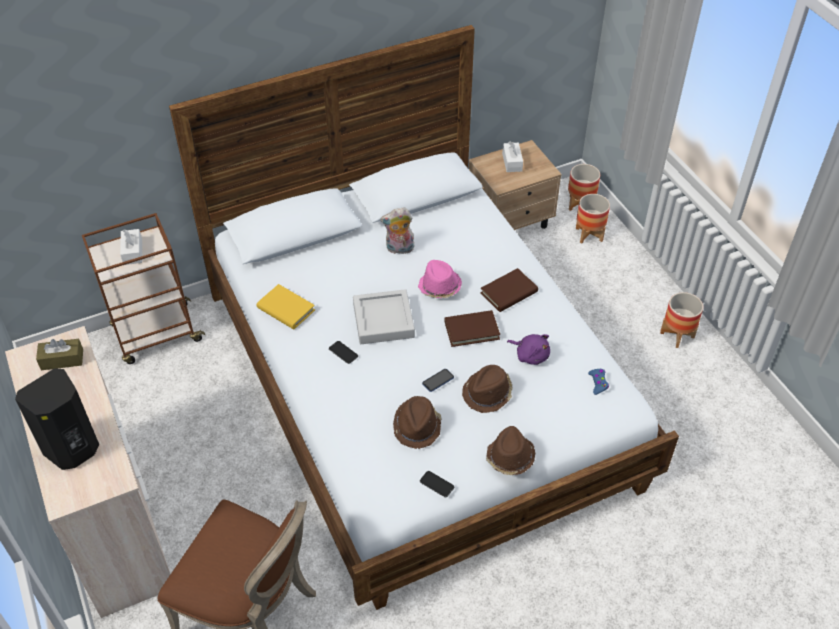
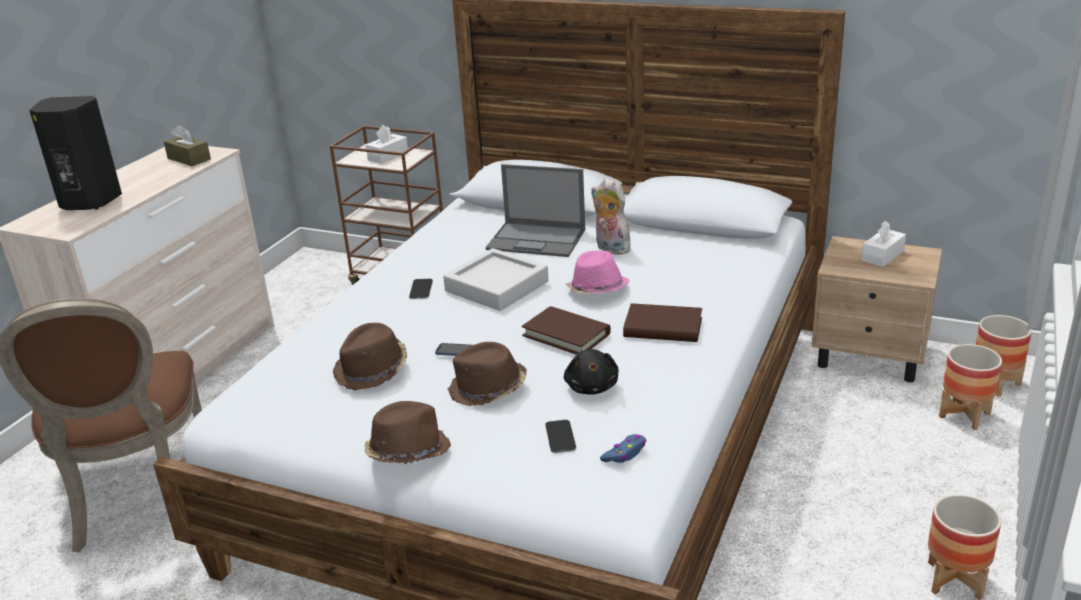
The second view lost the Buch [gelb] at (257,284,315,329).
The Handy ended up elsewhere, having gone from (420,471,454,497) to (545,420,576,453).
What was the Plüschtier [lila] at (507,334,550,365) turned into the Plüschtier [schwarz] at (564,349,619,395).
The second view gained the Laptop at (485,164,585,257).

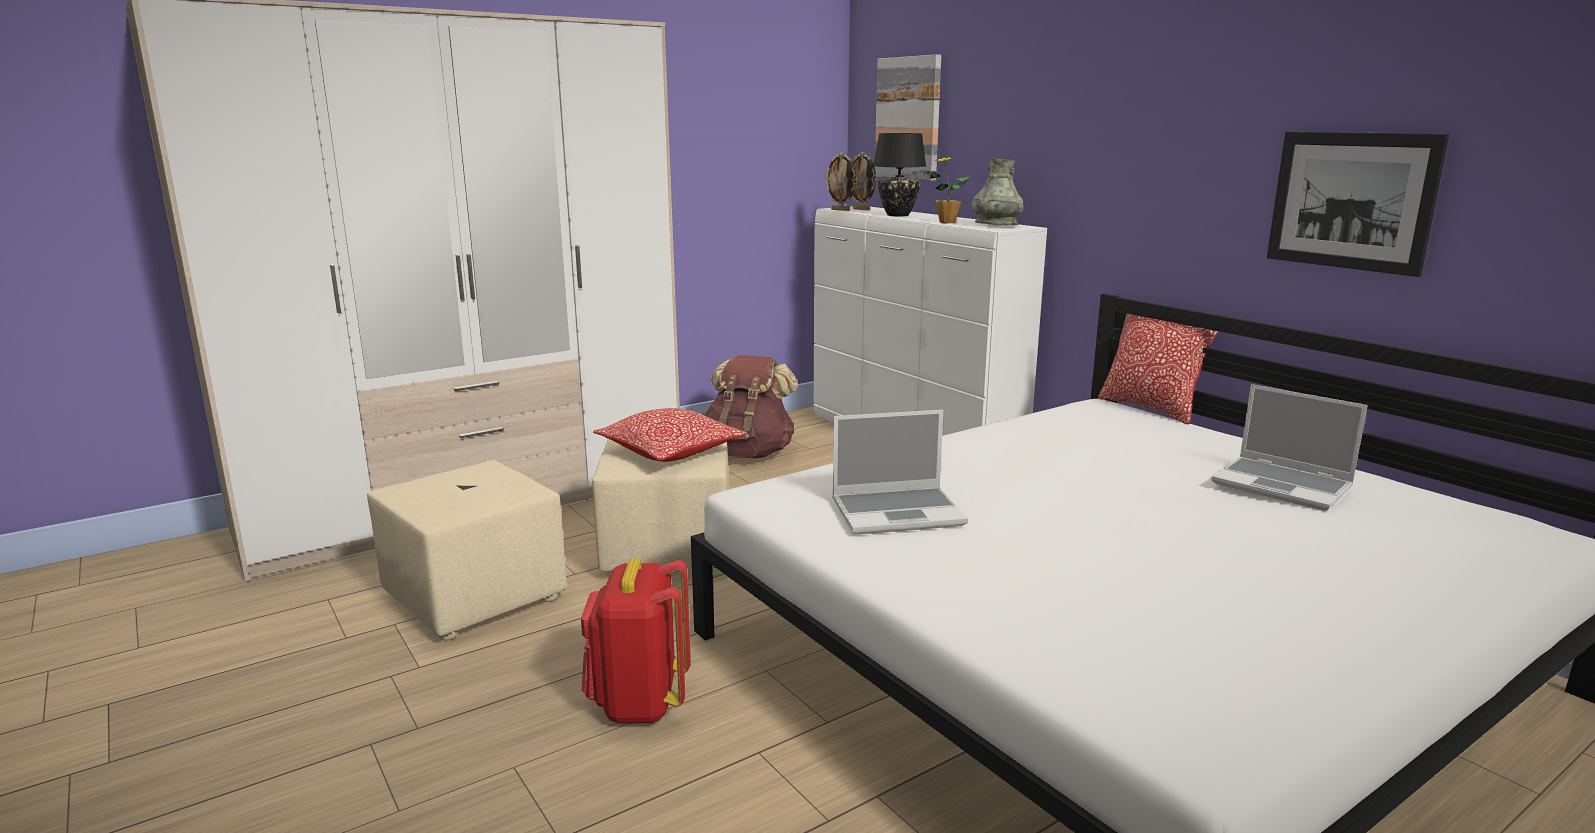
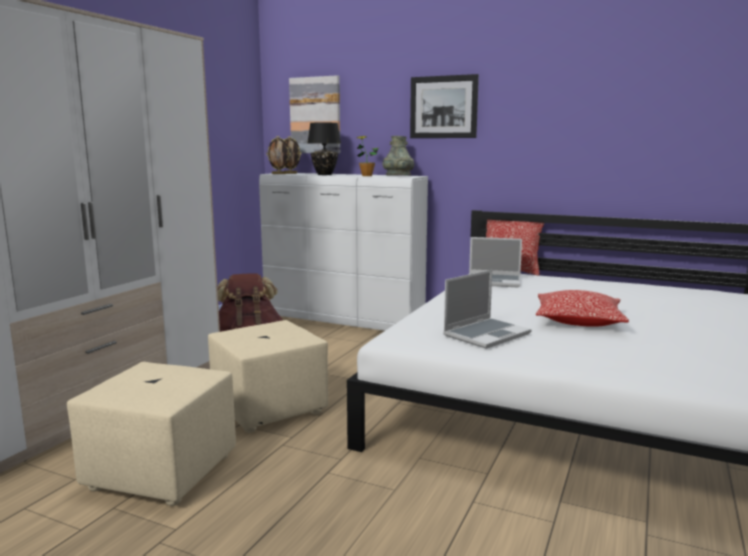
The second view lost the Rucksack [rot] at (581,558,691,724).
The Kissen ended up elsewhere, having gone from (593,408,747,462) to (536,290,629,327).
The Laptop ended up elsewhere, having gone from (1211,384,1368,511) to (469,237,522,287).
The Bild ended up elsewhere, having gone from (1267,132,1449,277) to (410,74,479,138).

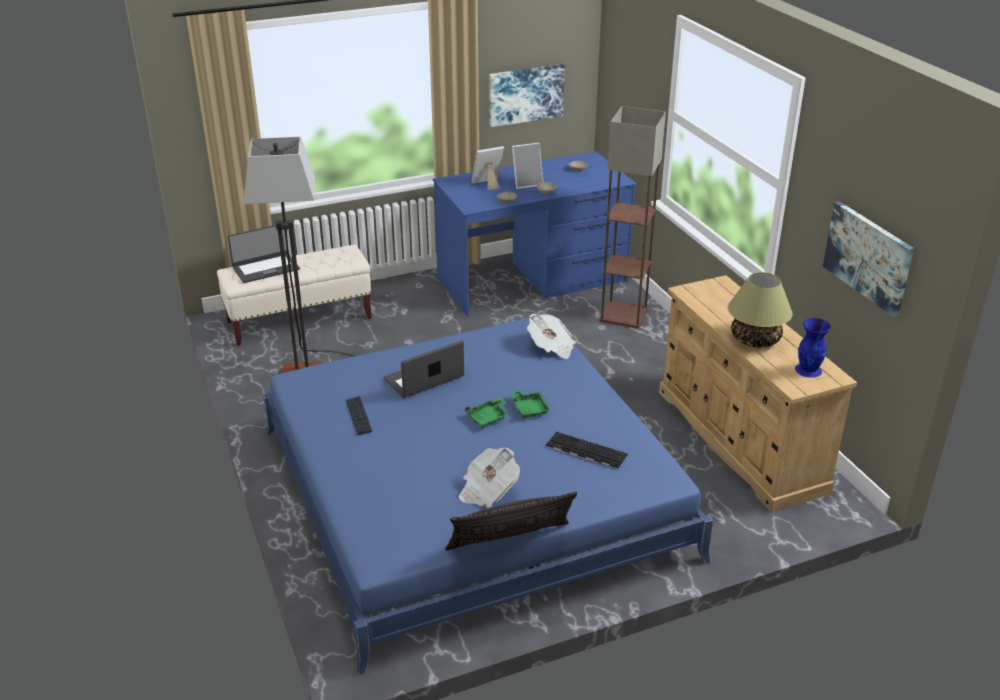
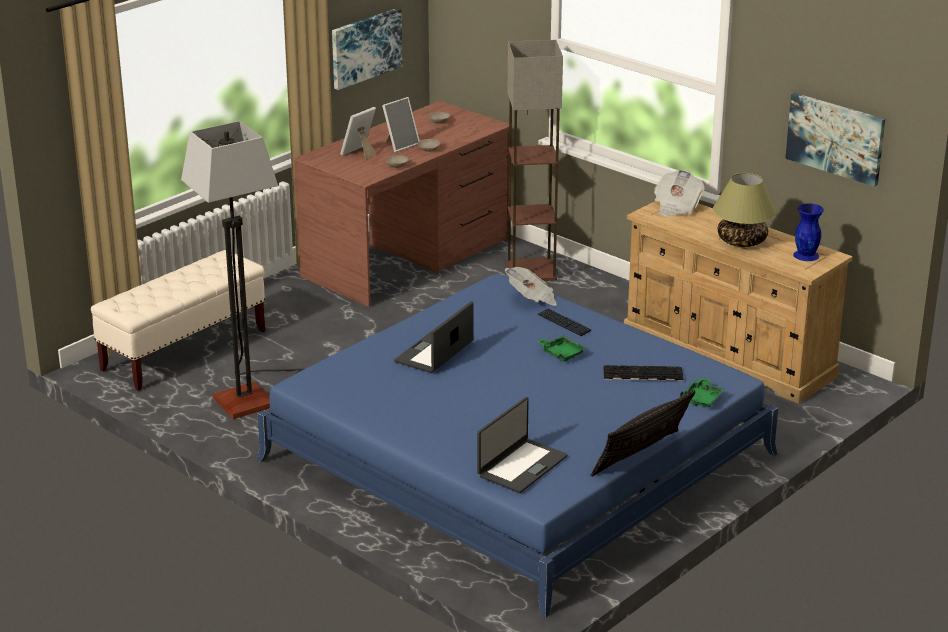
The Laptop ended up elsewhere, having gone from (228,225,300,283) to (477,397,568,493).
The Tastatur ended up elsewhere, having gone from (346,396,372,435) to (538,308,591,336).
What was the Schreibtisch [blau] at (433,151,637,316) turned into the Schreibtisch [braun] at (293,101,509,307).
The Zeitung ended up elsewhere, having gone from (459,448,520,508) to (654,169,705,216).
The Tablett [grün] ended up elsewhere, having gone from (465,398,509,428) to (680,377,725,407).

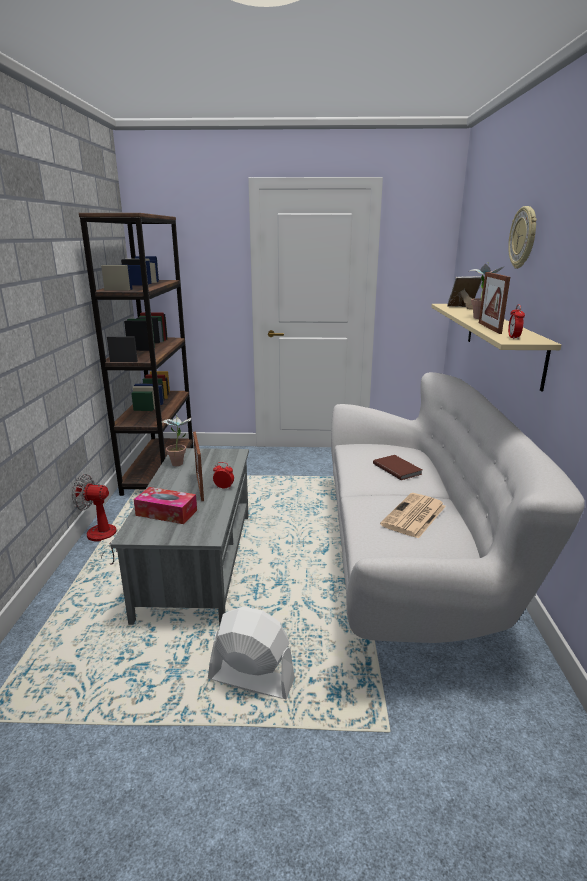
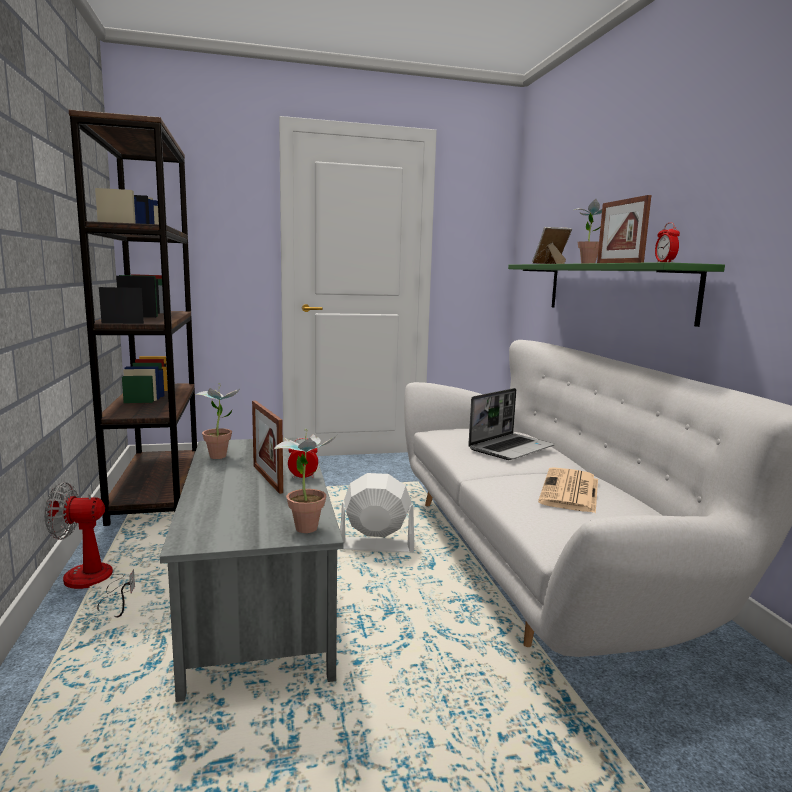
The second view lost the Taschentuchbox at (134,487,197,524).
The Ventilator [weiß] ended up elsewhere, having gone from (208,606,295,699) to (340,473,414,552).
Where the Buch [braun] stood at (373,455,422,480), the Laptop came to stand at (468,388,555,460).
What was the Wandregal [beige] at (431,304,561,392) turned into the Wandregal [grün] at (508,262,725,327).
The second view lost the Wanduhr at (508,206,537,269).
The second view gained the Topfpflanze at (273,429,337,533).

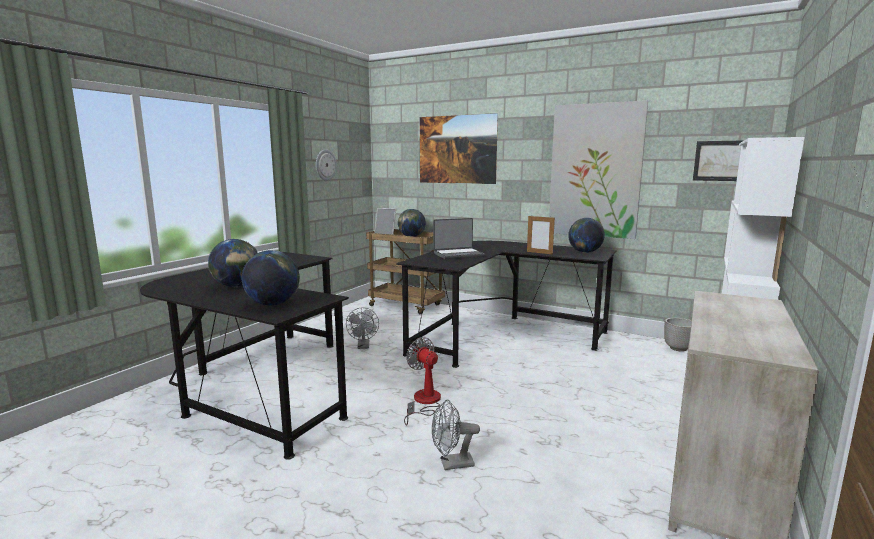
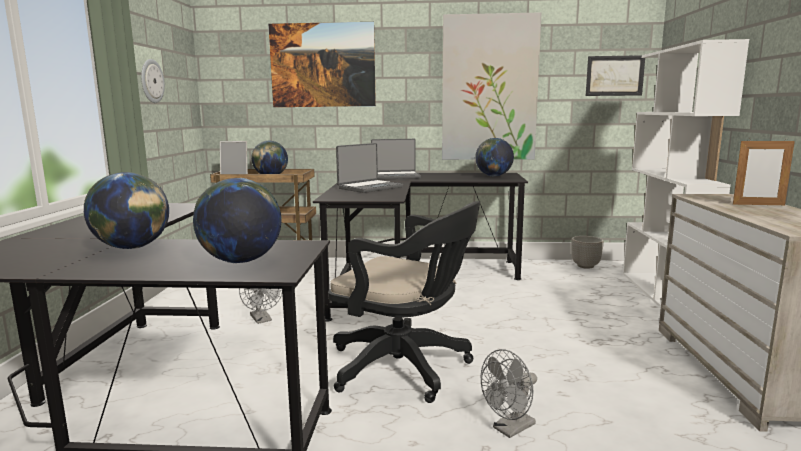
Where the Ventilator stood at (404,337,441,426), the Bürostuhl [schwarz] came to stand at (328,201,480,403).
The Bilderrahmen ended up elsewhere, having gone from (527,216,555,255) to (733,139,795,205).
The second view gained the Laptop at (371,139,421,180).

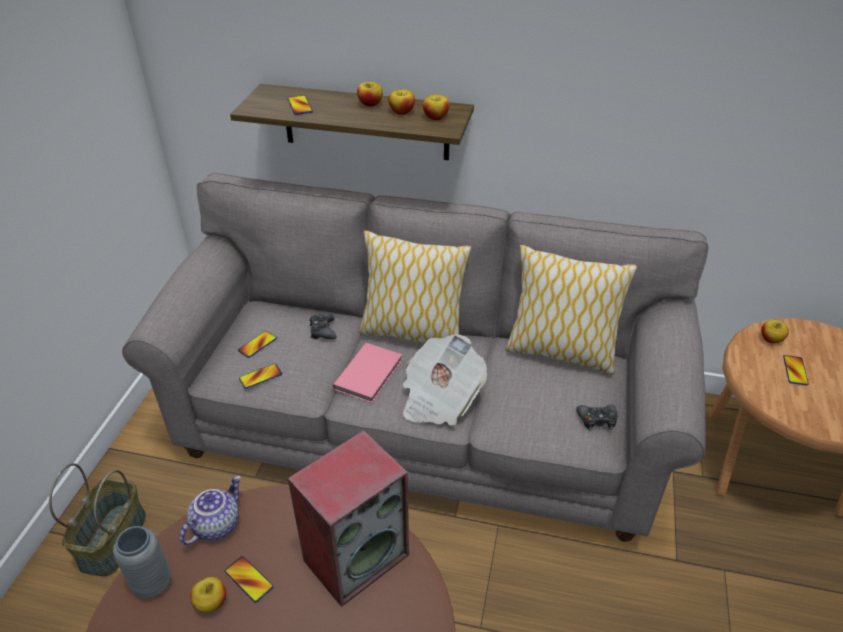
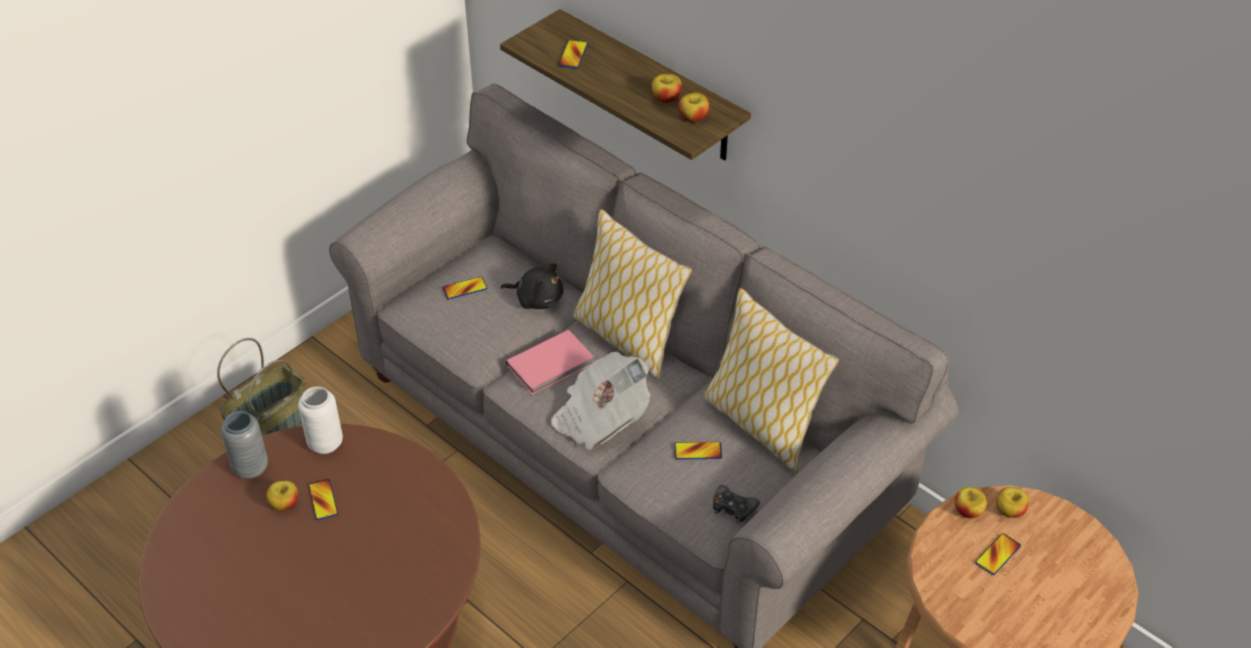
Where the Teekanne stood at (179,475,241,545), the Vase [weiß] came to stand at (298,386,343,454).
The Handy ended up elsewhere, having gone from (239,364,282,389) to (674,442,722,460).
The second view lost the Lautsprecher at (288,430,409,607).
Where the Gamepad [schwarz] stood at (310,313,336,340), the Plüschtier [schwarz] came to stand at (501,263,563,309).
The Apfel ended up elsewhere, having gone from (357,82,383,107) to (955,487,987,518).

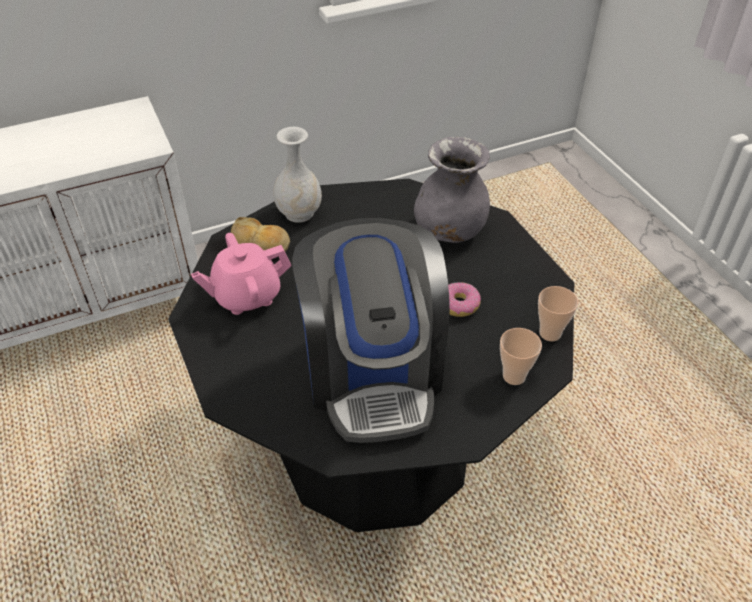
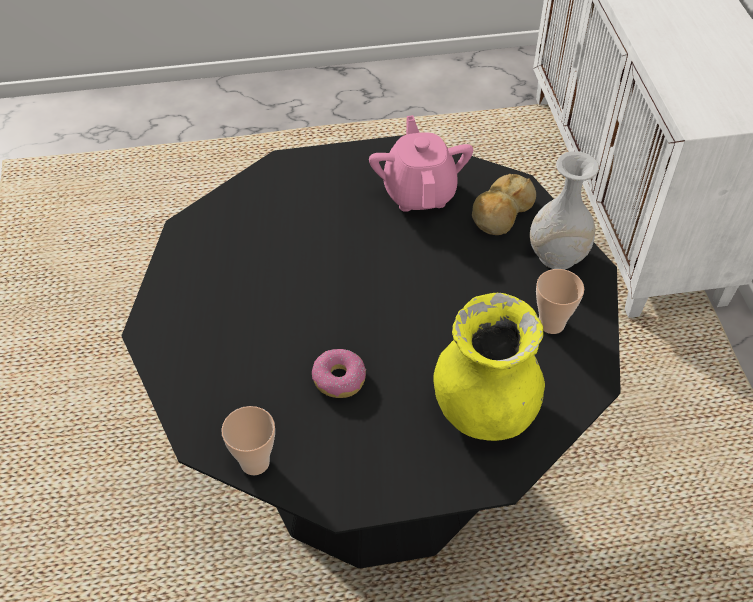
The second view lost the Kaffeemaschine at (292,218,450,443).
What was the Vase [grau] at (414,137,490,243) turned into the Vase [gelb] at (434,293,545,441).
The Tasse ended up elsewhere, having gone from (500,328,542,385) to (536,269,584,334).

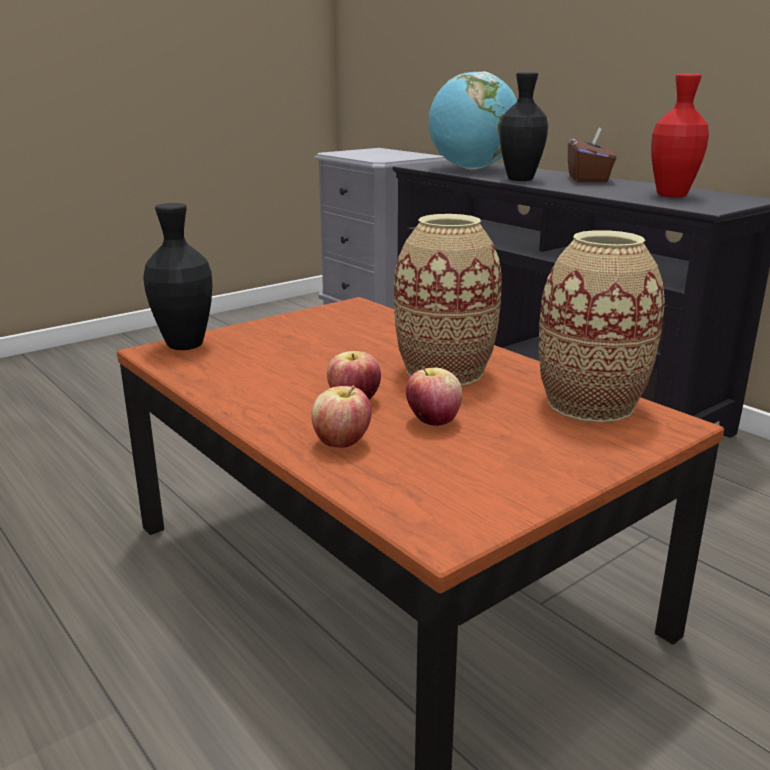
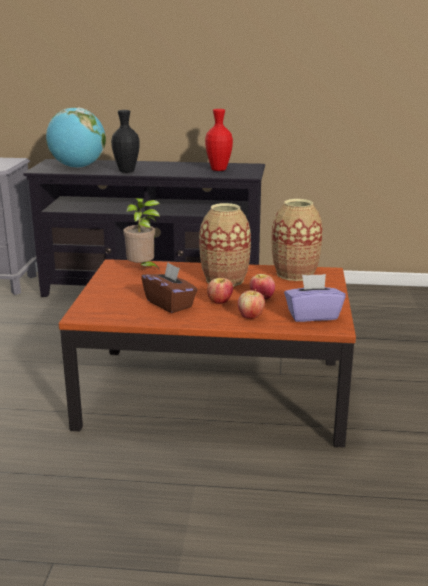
The second view lost the Vase [schwarz] at (143,203,212,350).
The Taschentuchbox [braun] ended up elsewhere, having gone from (568,128,616,182) to (141,262,198,313).
The second view gained the Topfpflanze at (123,198,160,269).
The second view gained the Taschentuchbox [lila] at (284,274,346,322).

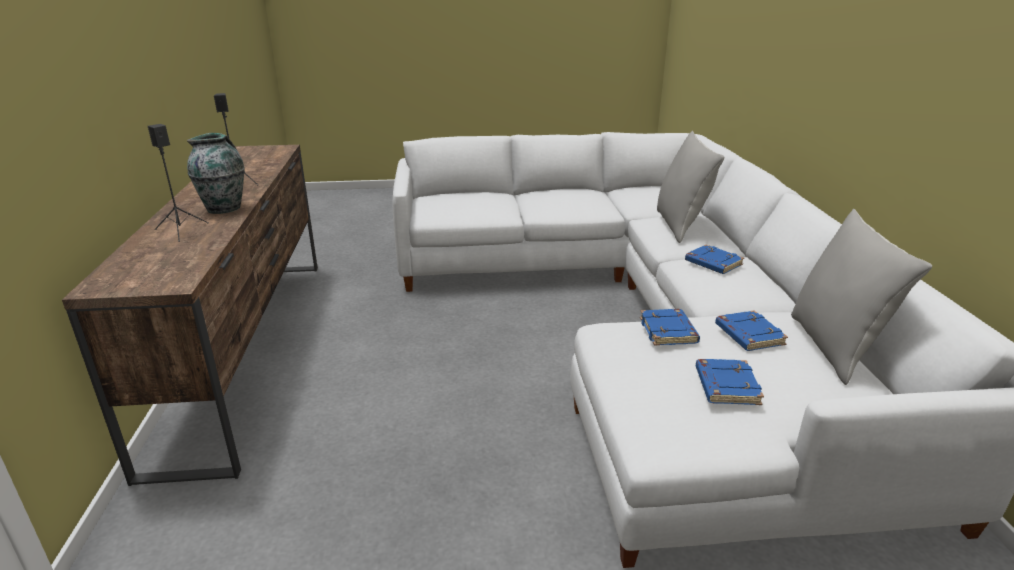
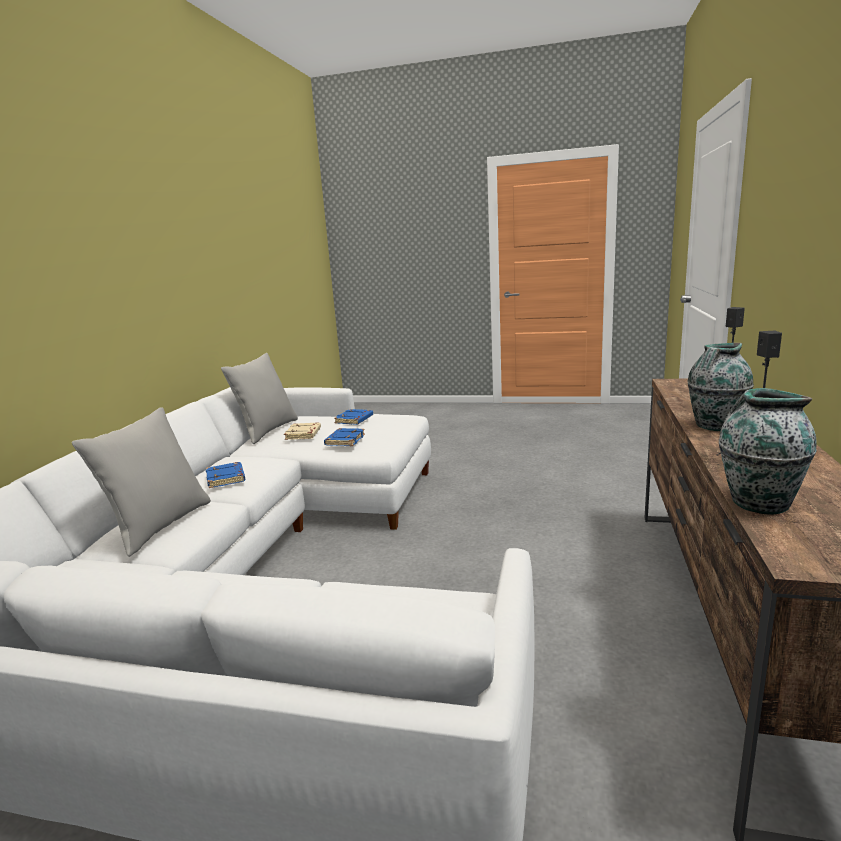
What was the Buch [blau] at (715,310,788,351) turned into the Buch [beige] at (284,423,321,440).
The second view gained the Vase at (719,388,817,514).

